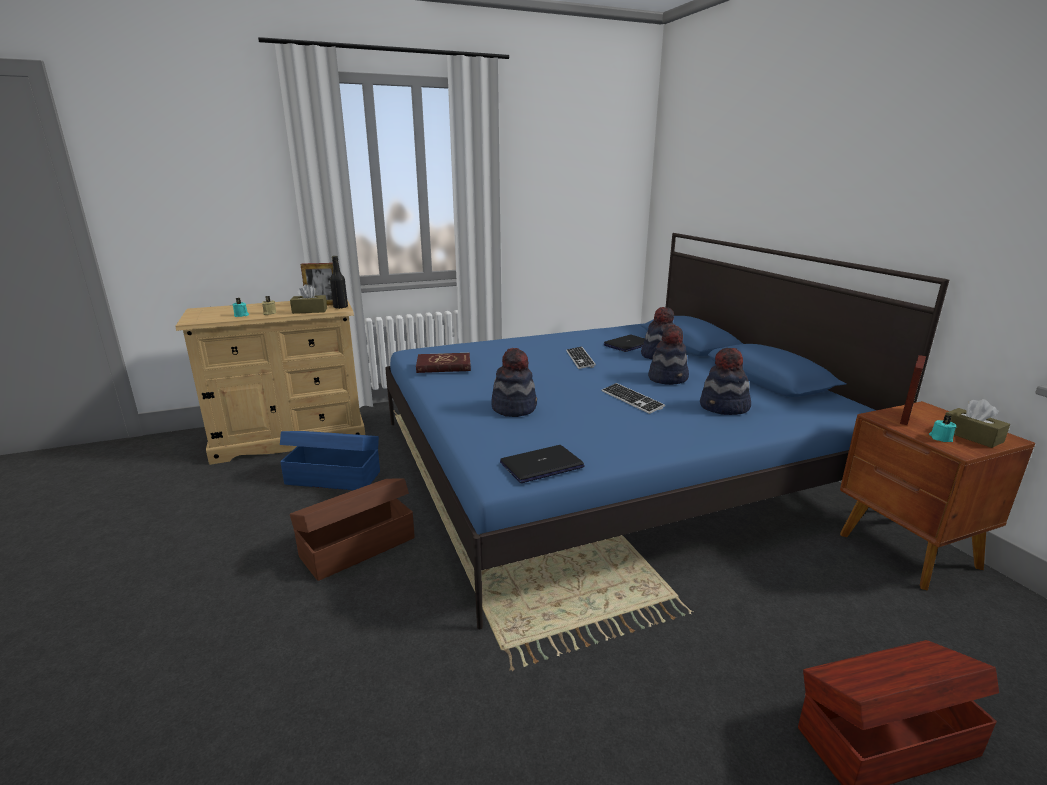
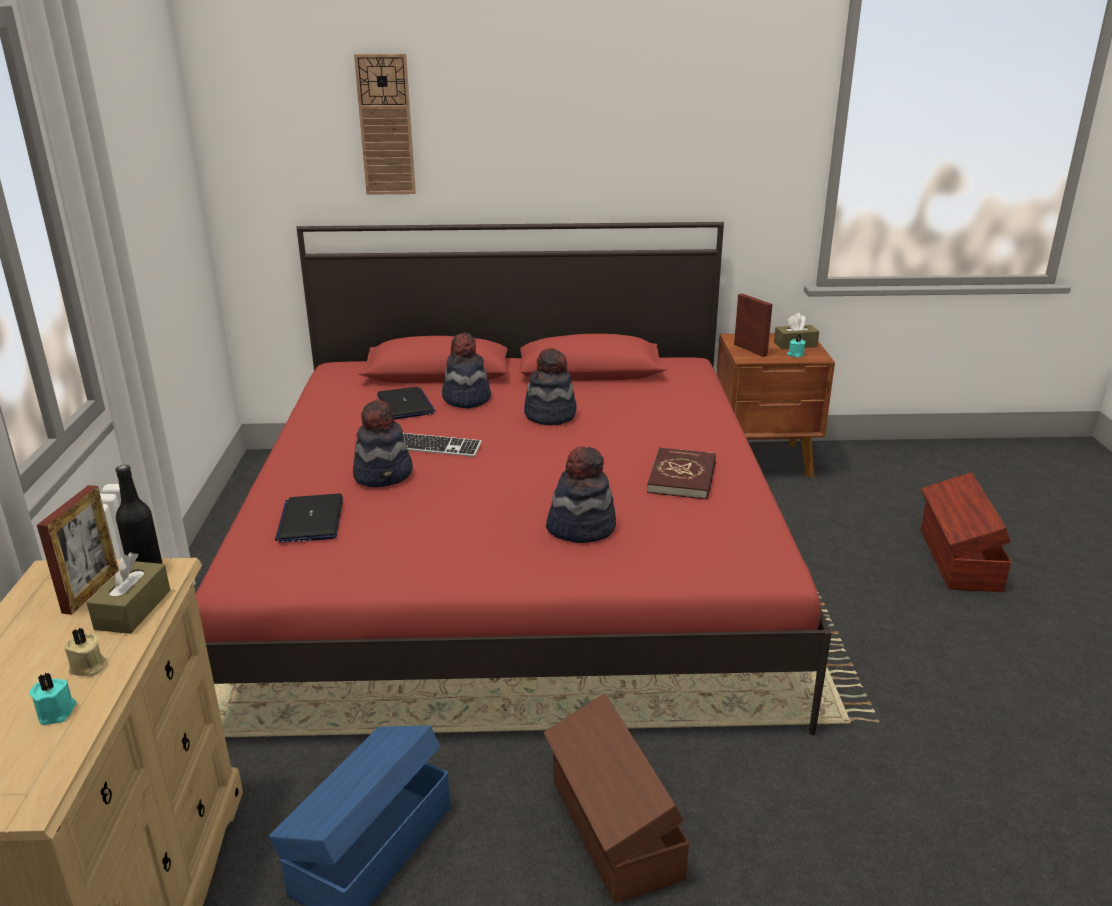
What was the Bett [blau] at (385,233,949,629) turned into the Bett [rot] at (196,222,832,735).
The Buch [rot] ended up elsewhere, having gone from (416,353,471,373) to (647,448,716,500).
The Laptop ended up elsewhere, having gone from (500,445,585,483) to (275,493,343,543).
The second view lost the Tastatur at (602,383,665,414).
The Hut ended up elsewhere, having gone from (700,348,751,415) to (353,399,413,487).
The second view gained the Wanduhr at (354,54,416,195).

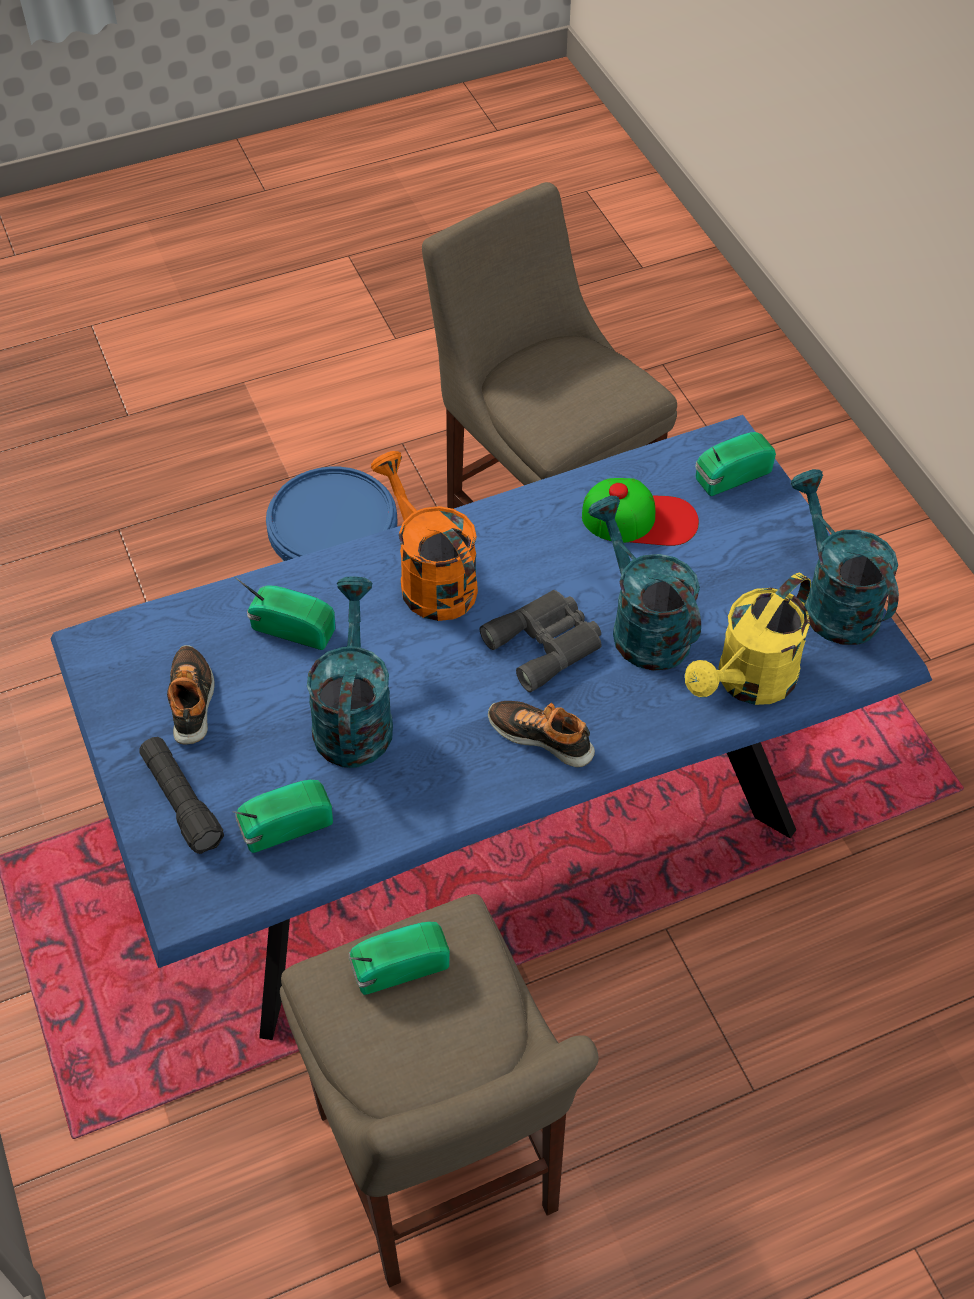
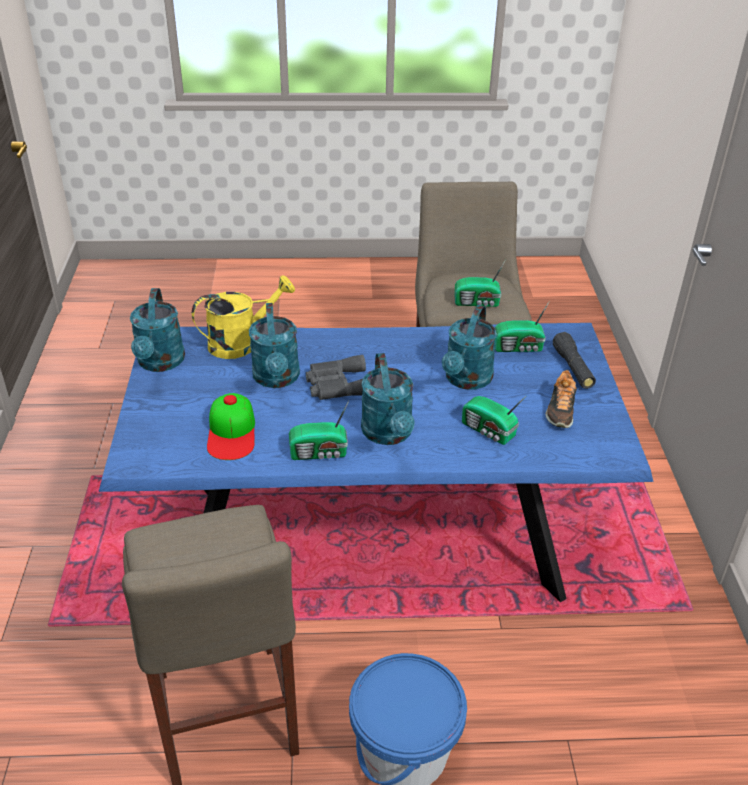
What was the Gießkanne [orange] at (371,451,478,621) turned into the Gießkanne [türkis] at (361,353,415,445).
The second view lost the Schuh at (488,701,595,767).
The Kappe at (582,478,699,546) ended up facing another way, 120 degrees counterclockwise from before.
The Radio ended up elsewhere, having gone from (695,432,776,496) to (289,401,349,460).

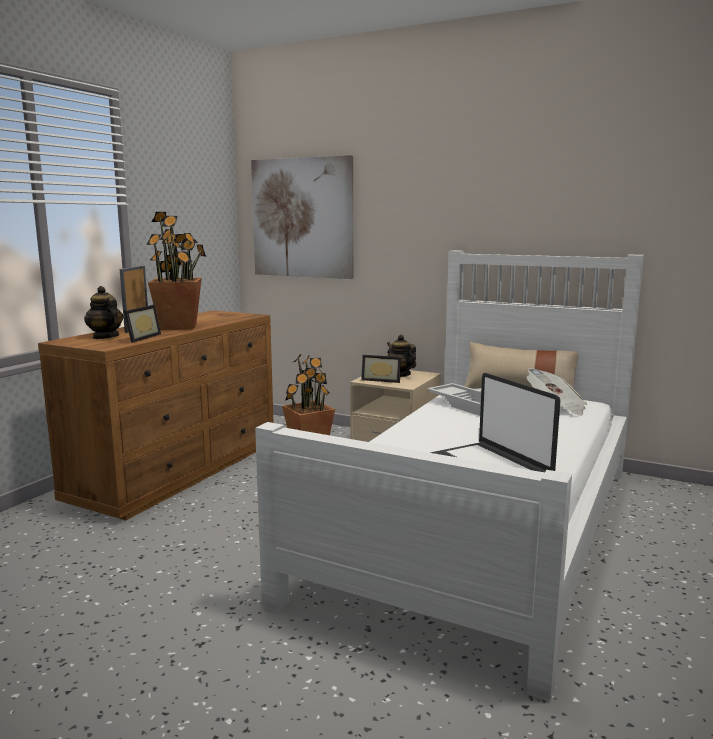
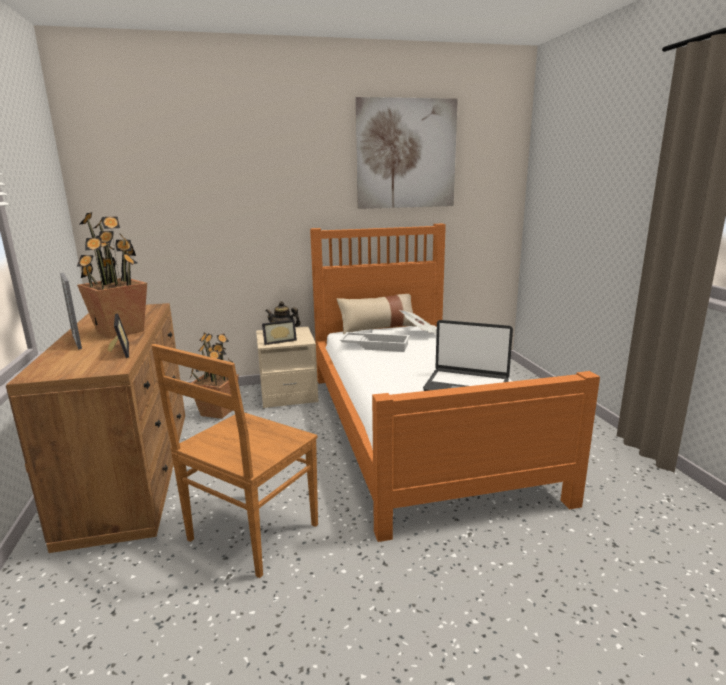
The second view lost the Teekanne at (84,286,123,339).
The Bild ended up elsewhere, having gone from (251,155,353,279) to (355,97,458,209).
What was the Bett [weiß] at (255,250,644,701) turned into the Bett [orange] at (310,224,600,542).
The second view gained the Stuhl [braun] at (151,344,318,578).

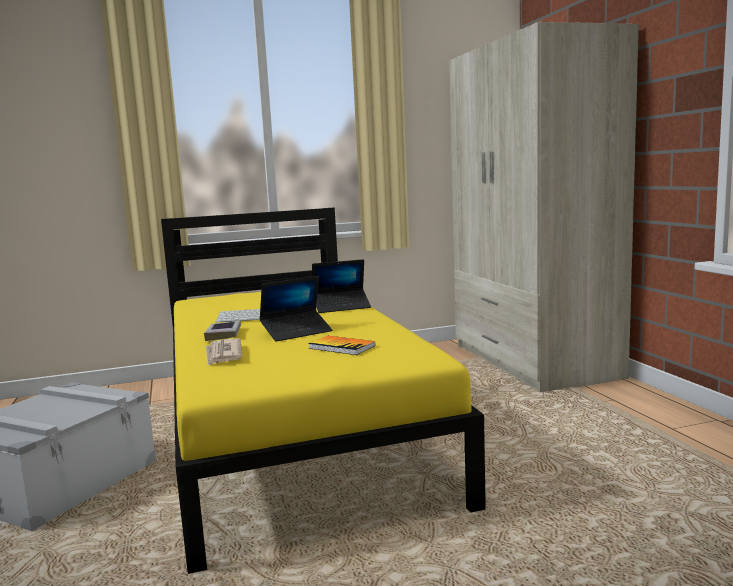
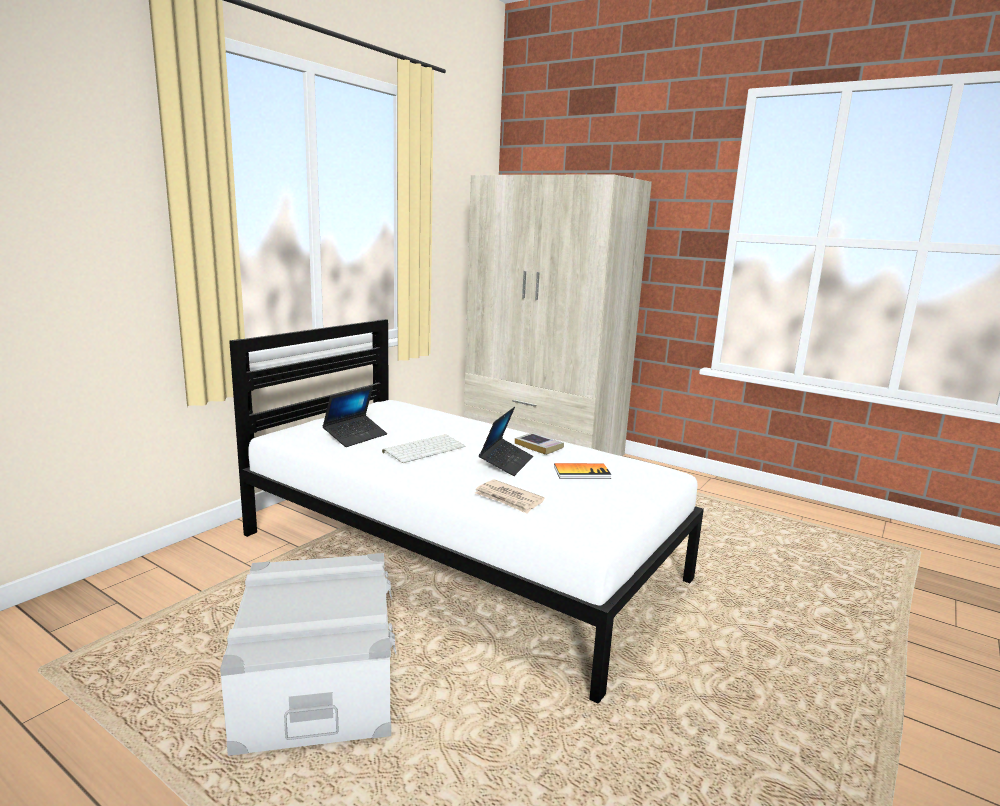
What was the Bett [gelb] at (161,208,486,574) turned into the Bett [weiß] at (229,319,704,704).
The Buch ended up elsewhere, having gone from (204,321,241,341) to (515,432,564,455).
The Laptop ended up elsewhere, having gone from (312,259,371,313) to (322,386,387,447).

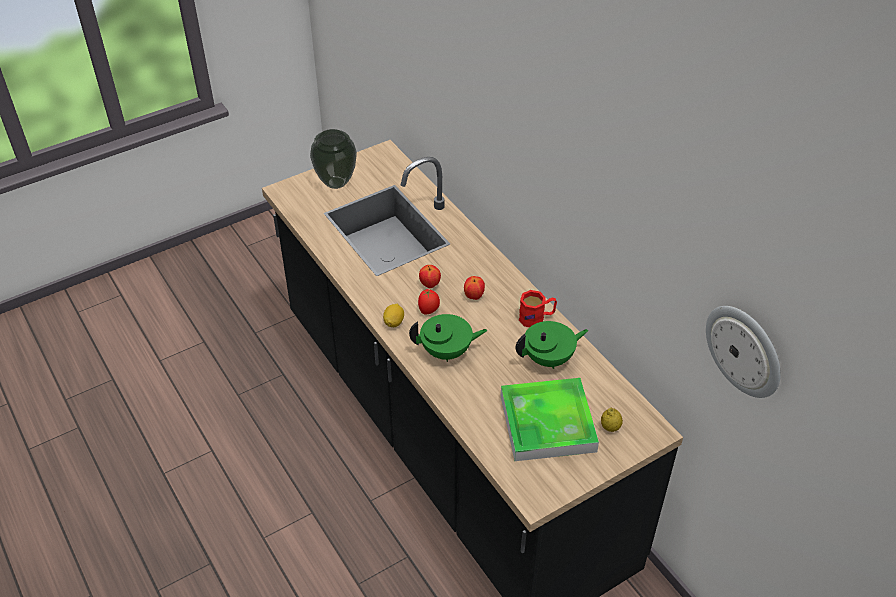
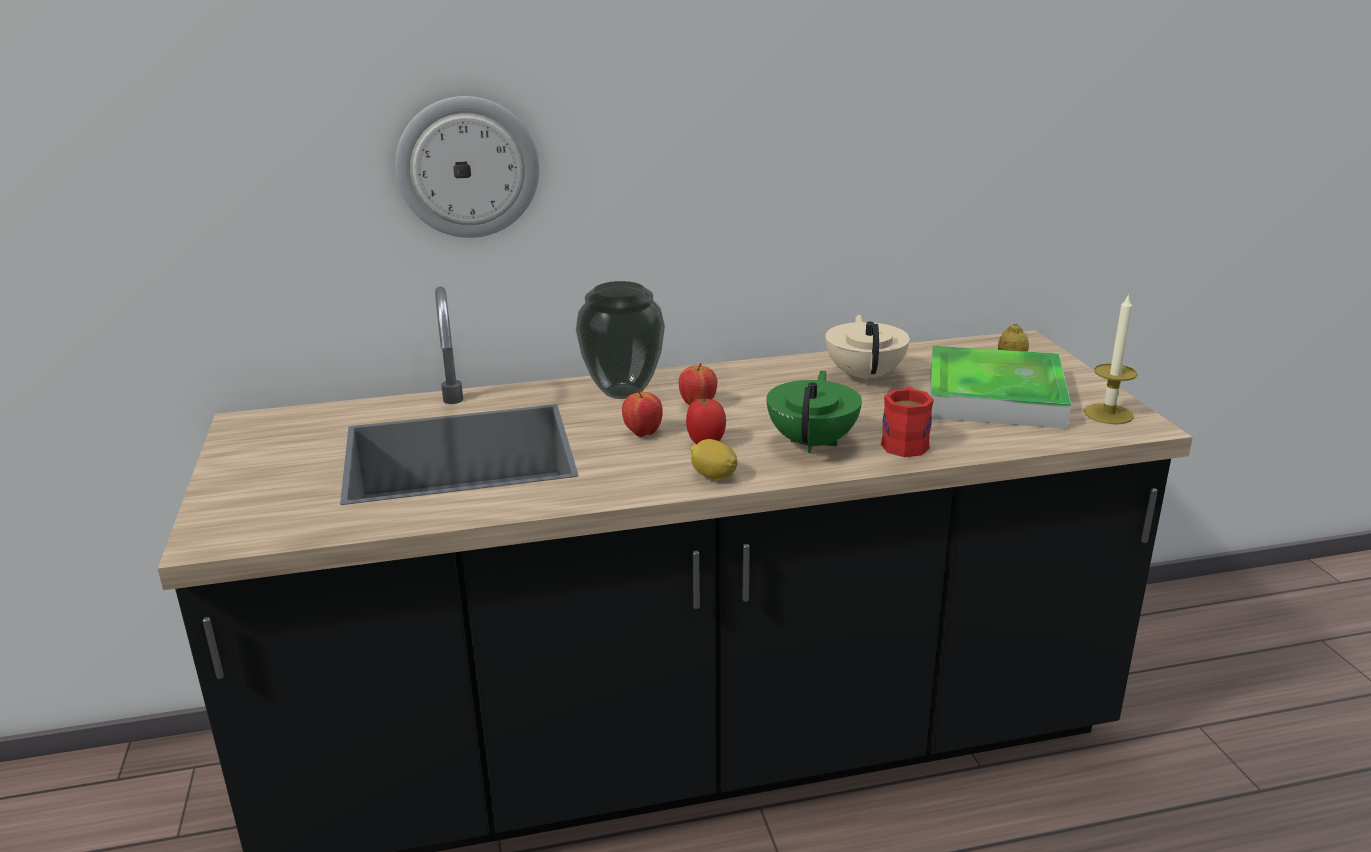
The Vase ended up elsewhere, having gone from (310,129,357,189) to (576,281,665,399).
What was the Teekanne [grün] at (515,321,588,369) turned into the Teekanne [beige] at (825,314,910,385).
The Henkelbecher [rot] ended up elsewhere, having gone from (519,290,557,327) to (881,386,934,457).
The Wanduhr ended up elsewhere, having gone from (706,306,781,398) to (395,96,539,238).
The second view gained the Kerze at (1084,293,1137,424).

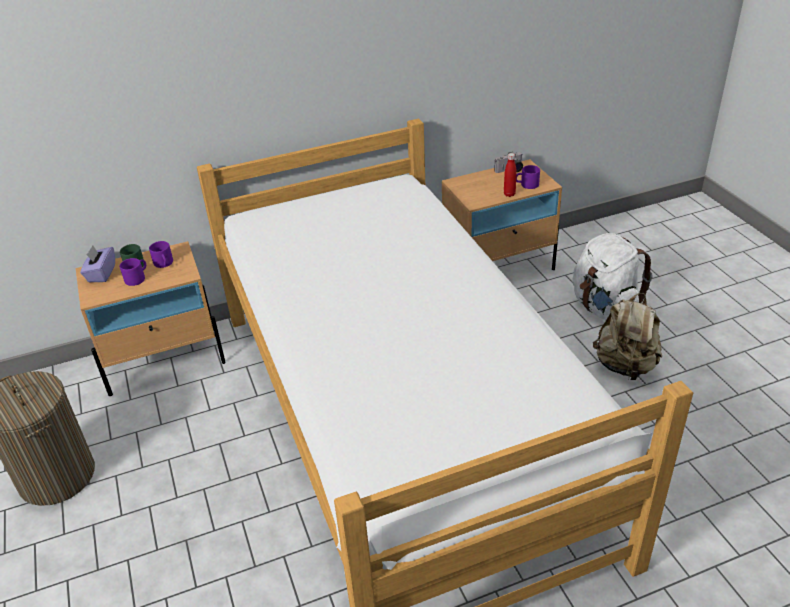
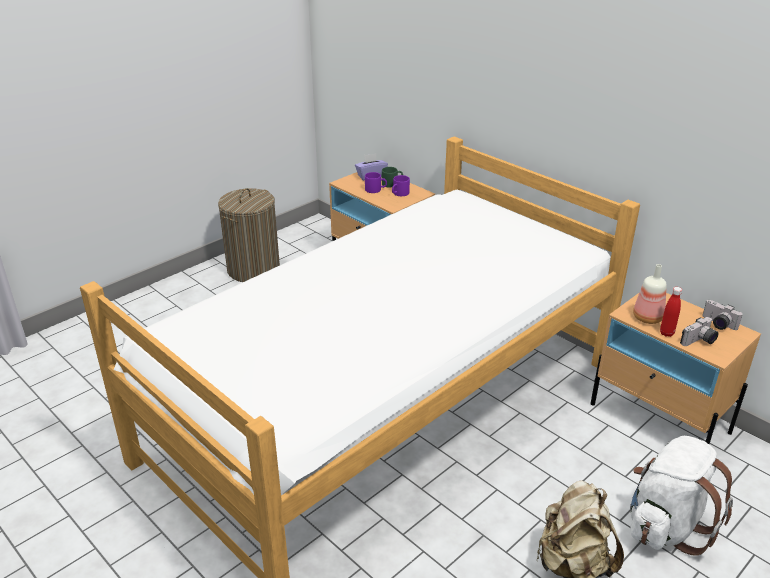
Where the Henkelbecher [lila] stood at (516,165,540,189), the Kamera came to stand at (680,317,719,346).
The second view gained the Flasche at (633,264,667,324).

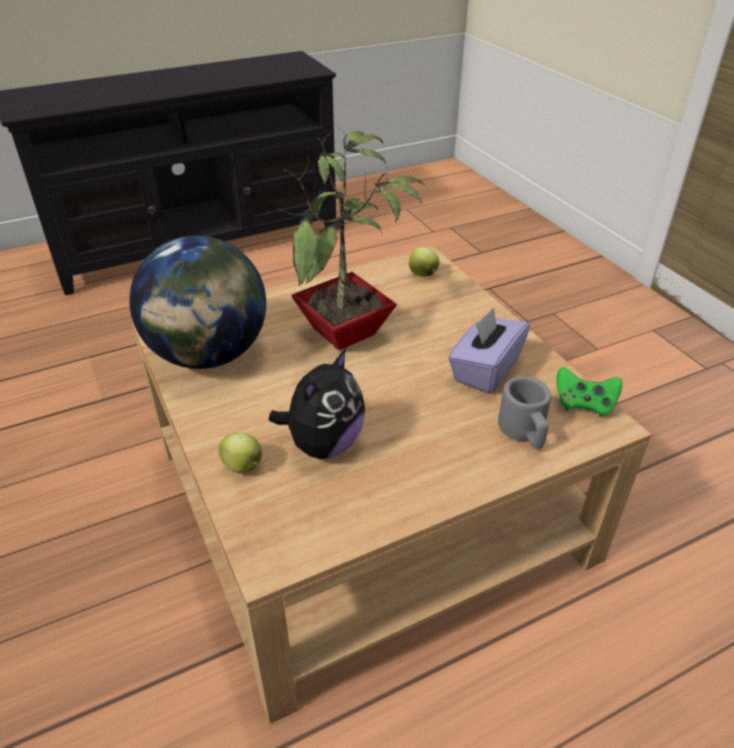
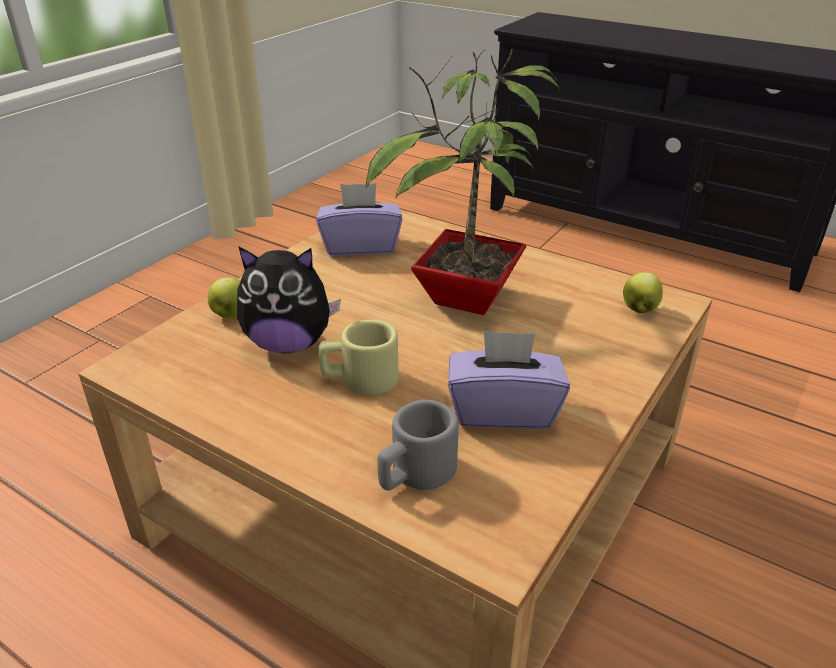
Where the Globus stood at (129,235,266,369), the Taschentuchbox [lila] came to stand at (316,183,402,256).
The second view lost the Gamepad [grün] at (557,368,622,417).
The second view gained the Henkelbecher [beige] at (319,320,399,395).

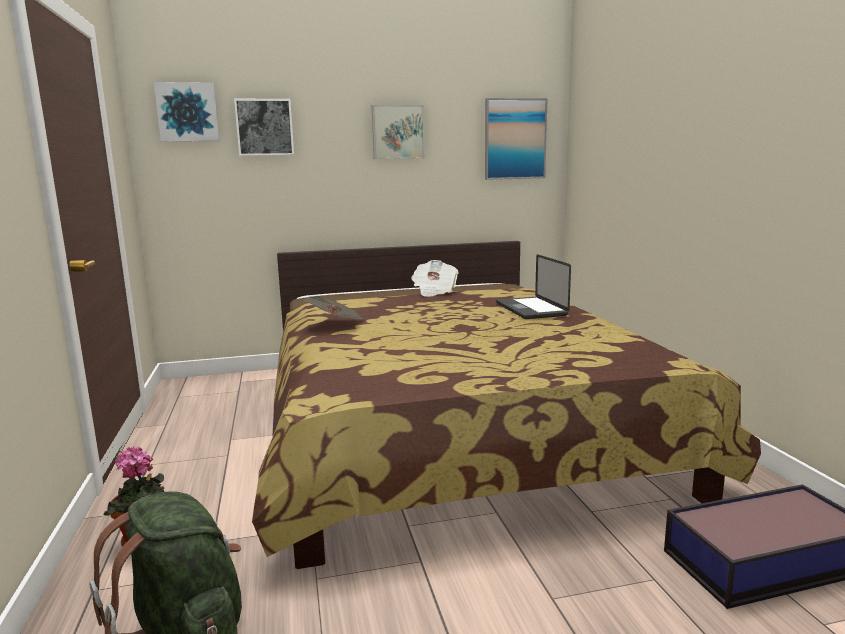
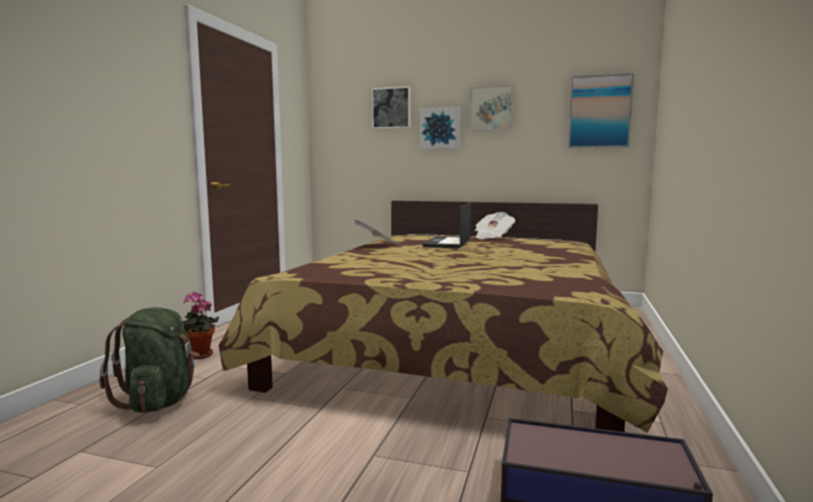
The Bild ended up elsewhere, having gone from (154,82,220,142) to (420,107,461,149).
The Laptop ended up elsewhere, having gone from (496,254,571,319) to (422,203,471,248).

